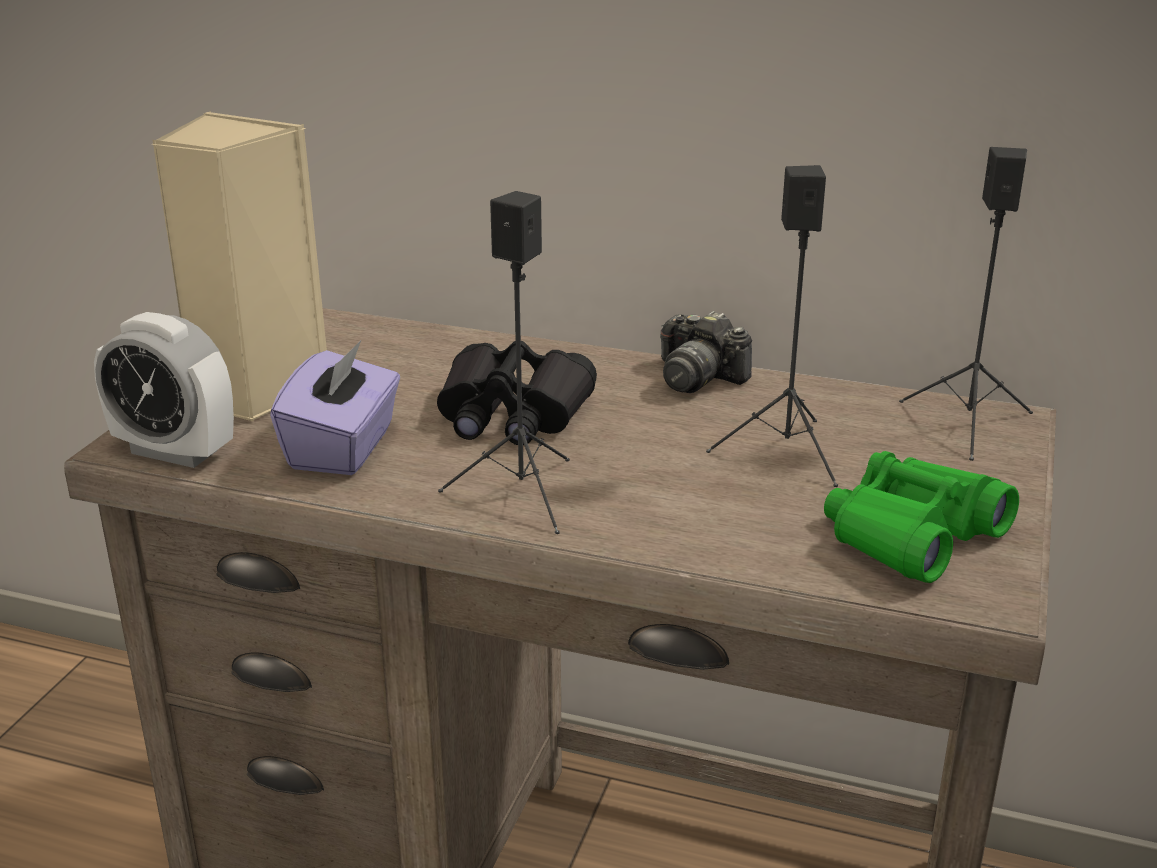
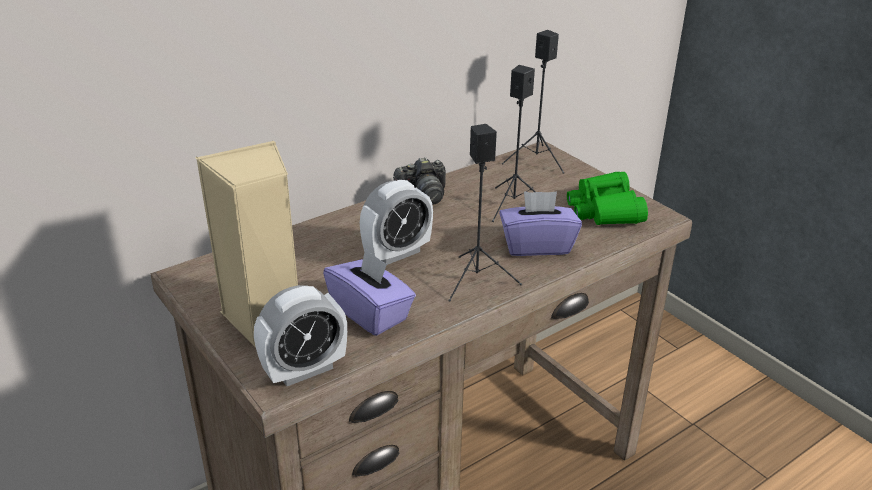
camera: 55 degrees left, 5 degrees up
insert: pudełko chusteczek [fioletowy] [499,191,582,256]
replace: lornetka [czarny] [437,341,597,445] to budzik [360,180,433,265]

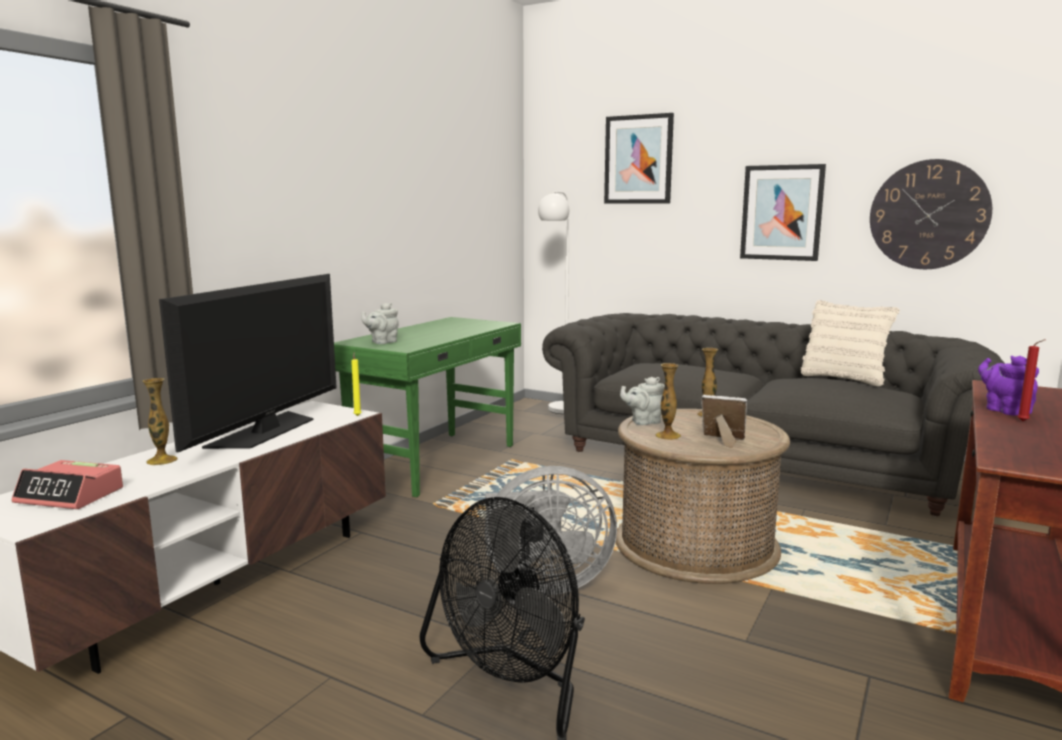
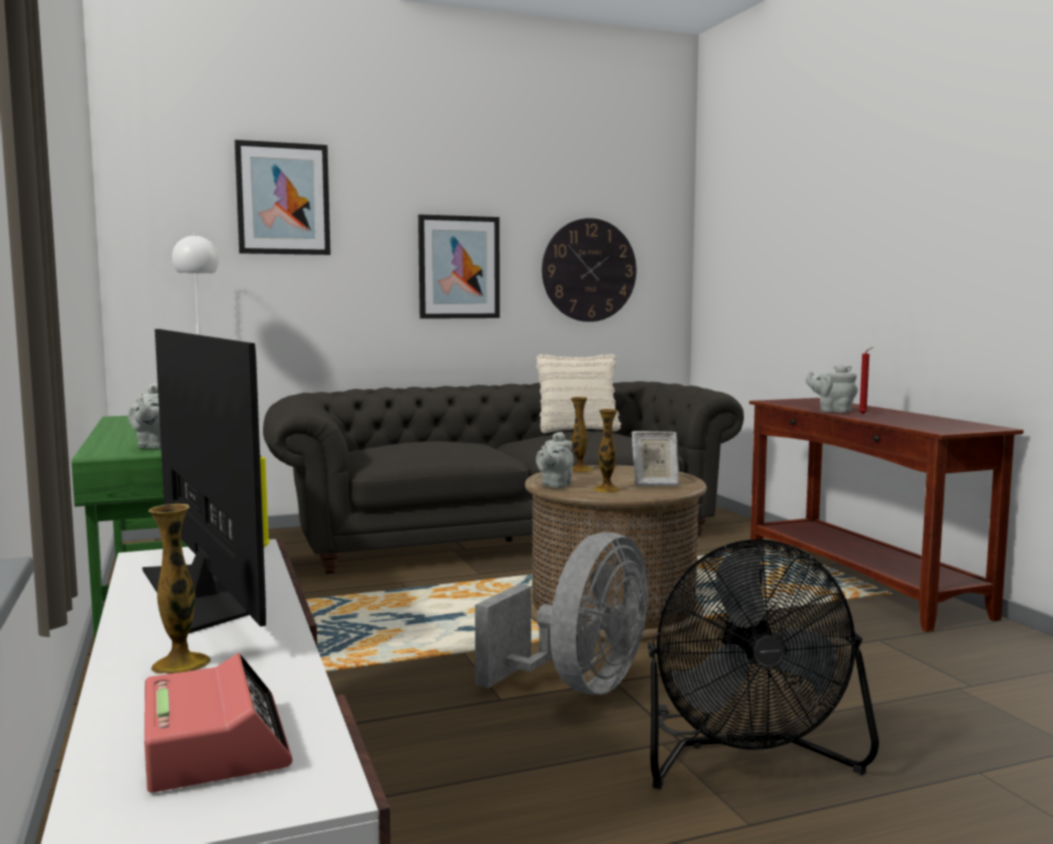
camera: 50 degrees left, 5 degrees down
recolor: imbryk [fioletowy] [978,356,1039,415] to imbryk [szary] [806,365,858,413]
rotate: ramka na zdjęcie [701,395,747,448] = [632,431,679,486] 150 degrees counterclockwise; budzik [12,460,123,509] = [144,653,293,793] 75 degrees counterclockwise

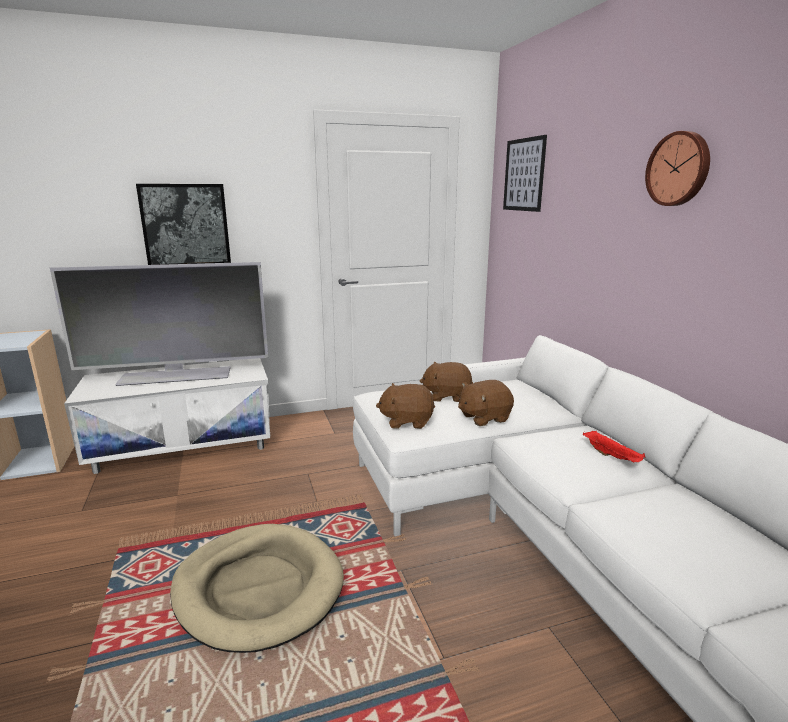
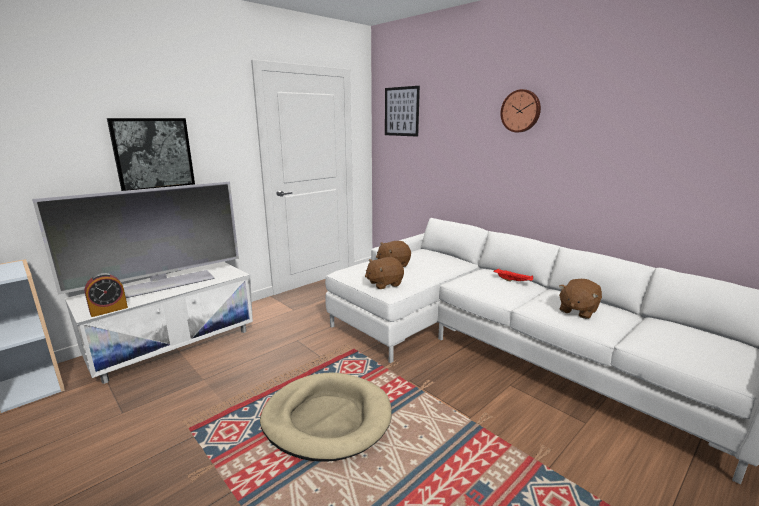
camera: 25 degrees left, 0 degrees up
insert: budzik [84,273,128,317]
move: pluszak [brązowy] [458,380,514,426] to [559,279,602,319]

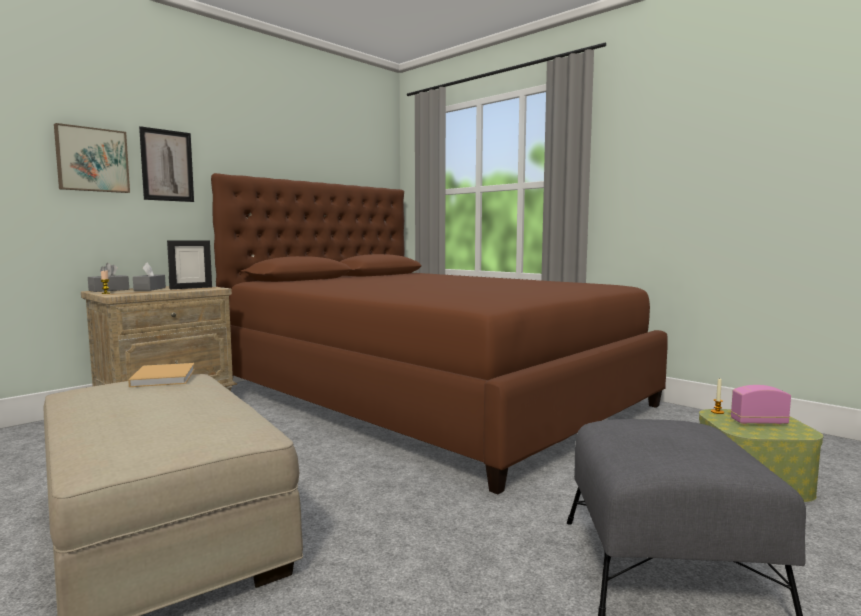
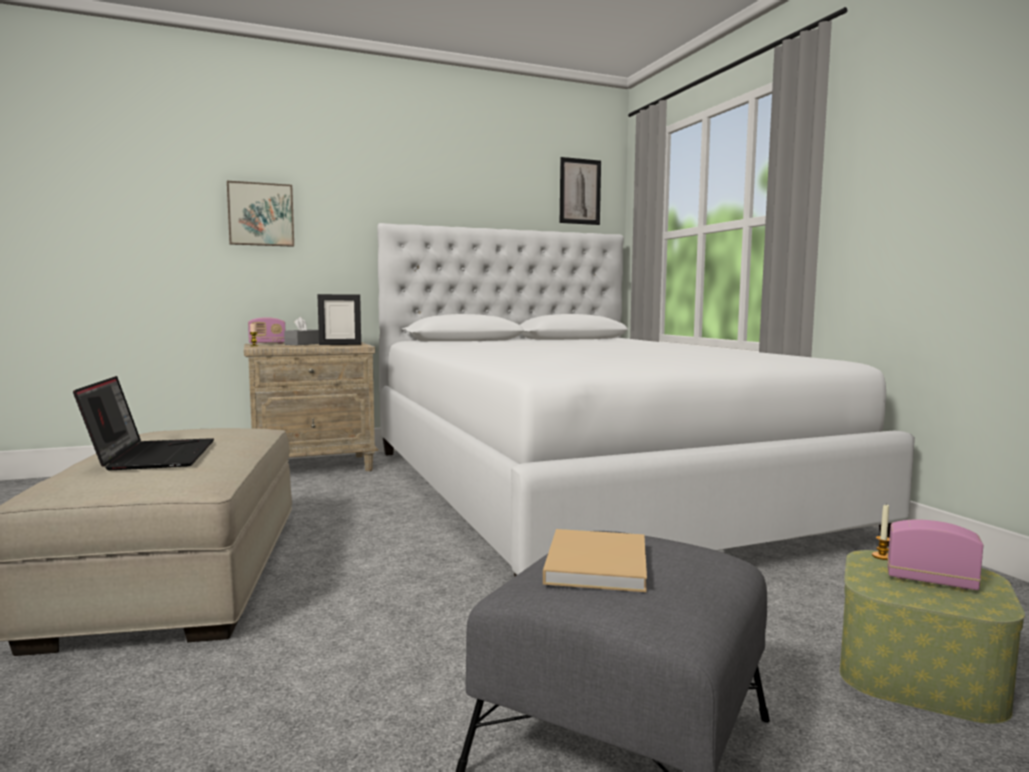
camera: 25 degrees right, 0 degrees up
insert: laptop [73,376,214,470]
move: obraz [139,126,194,202] to [560,157,601,225]; książka [beżowy] [128,363,195,387] to [543,529,647,592]
replace: pudełko chusteczek [szary] [88,263,129,292] to radio [248,317,285,344]
recolor: łóżko [brązowy] [211,173,668,495] to łóżko [biały] [377,223,915,577]

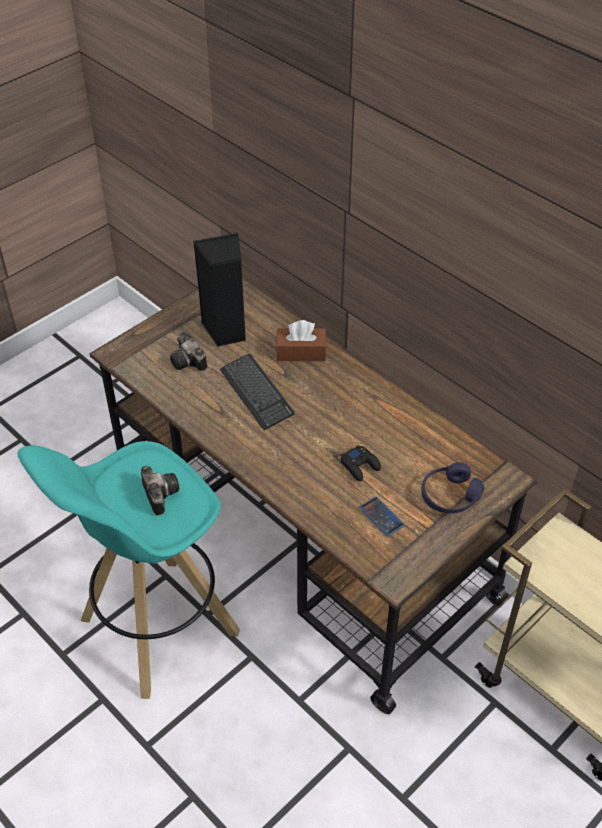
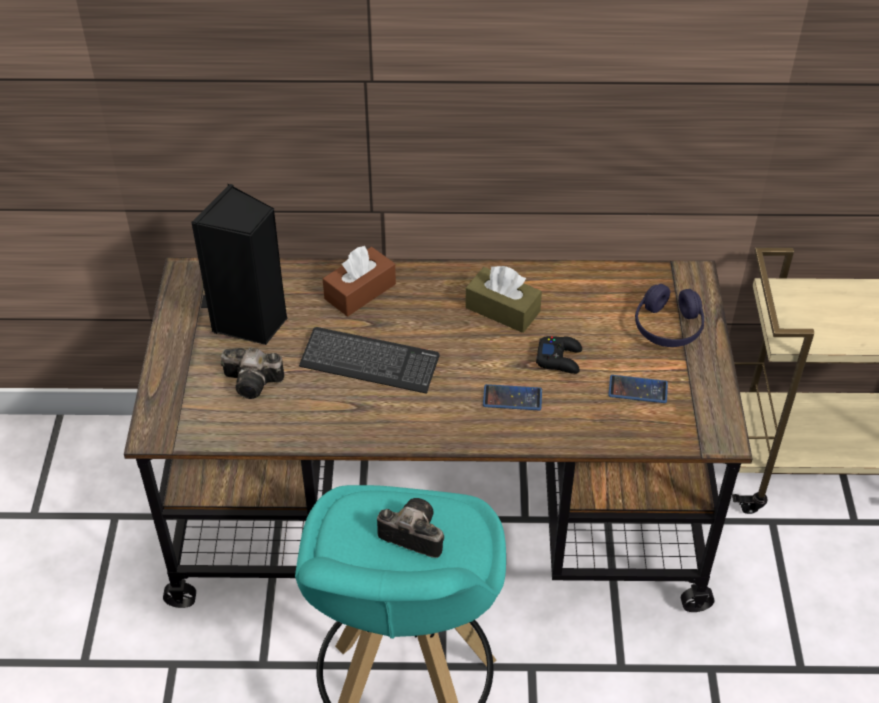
camera: 45 degrees left, 0 degrees up
insert: pudełko chusteczek [brązowy] [465,266,542,333]; telefon [483,384,542,410]

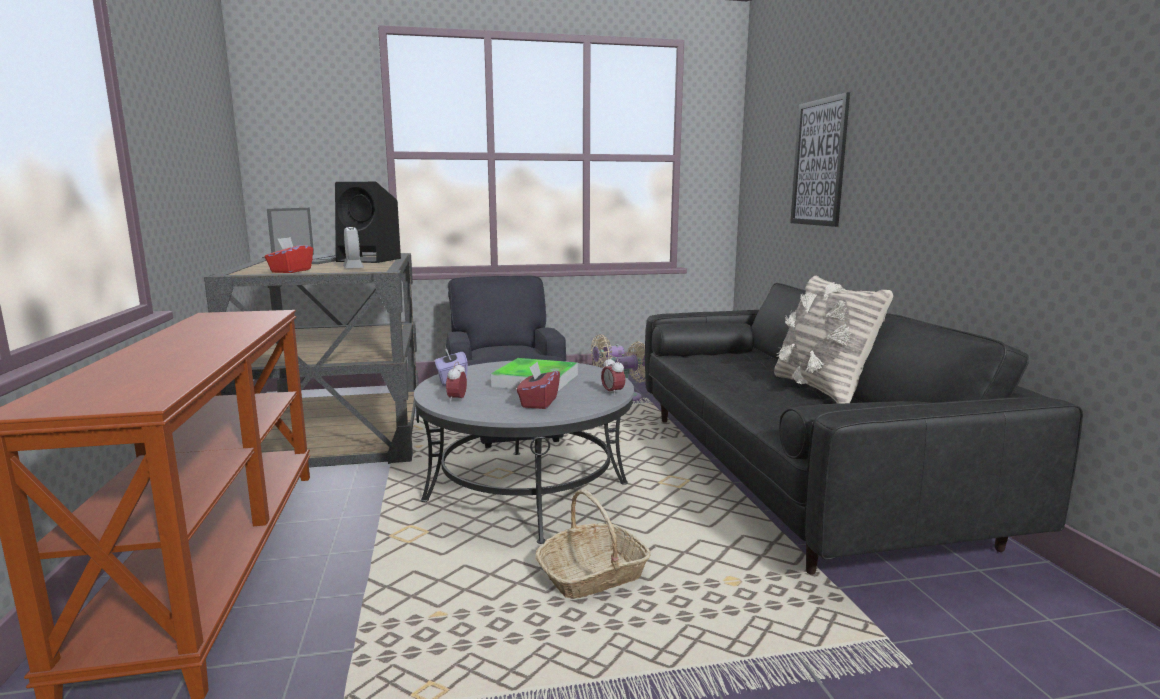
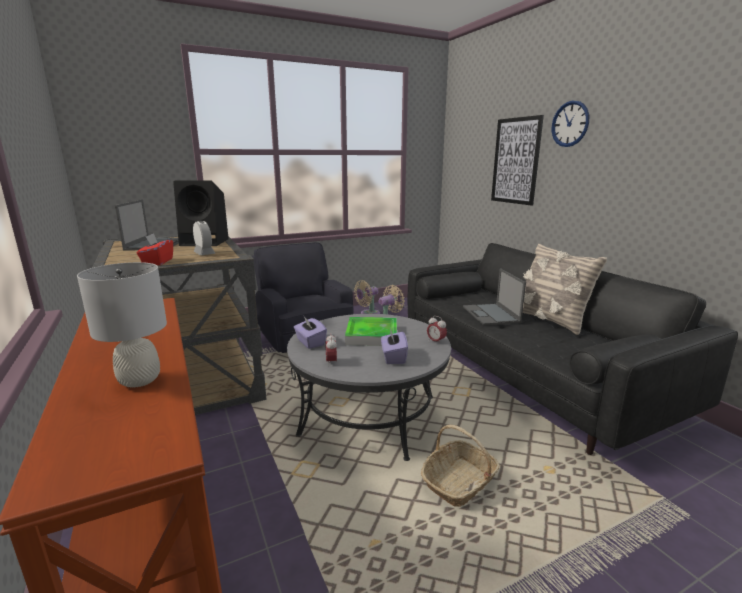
camera: 15 degrees left, 5 degrees up
insert: zegar ścienny [552,101,589,147]; lampa stołowa [szary] [77,262,167,388]; laptop [463,268,526,325]
recolor: pudełko chusteczek [czerwony] [517,362,560,409] to pudełko chusteczek [fioletowy] [381,328,408,364]

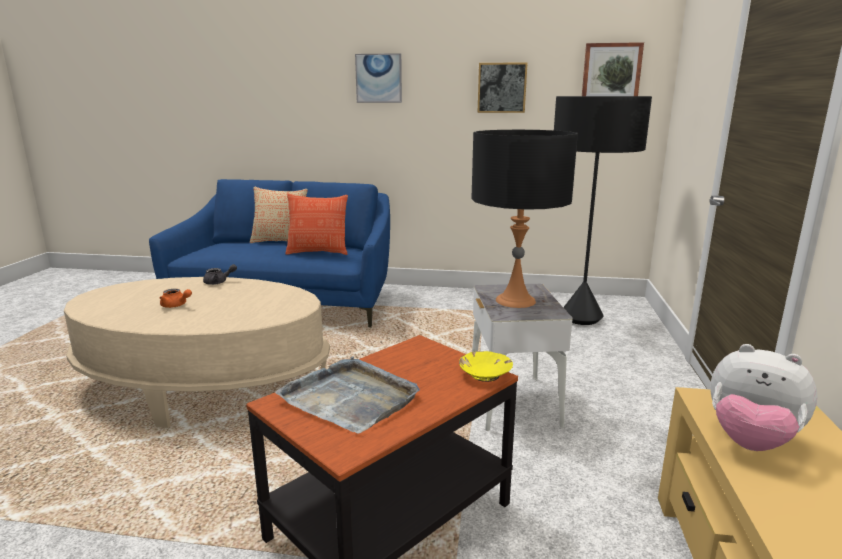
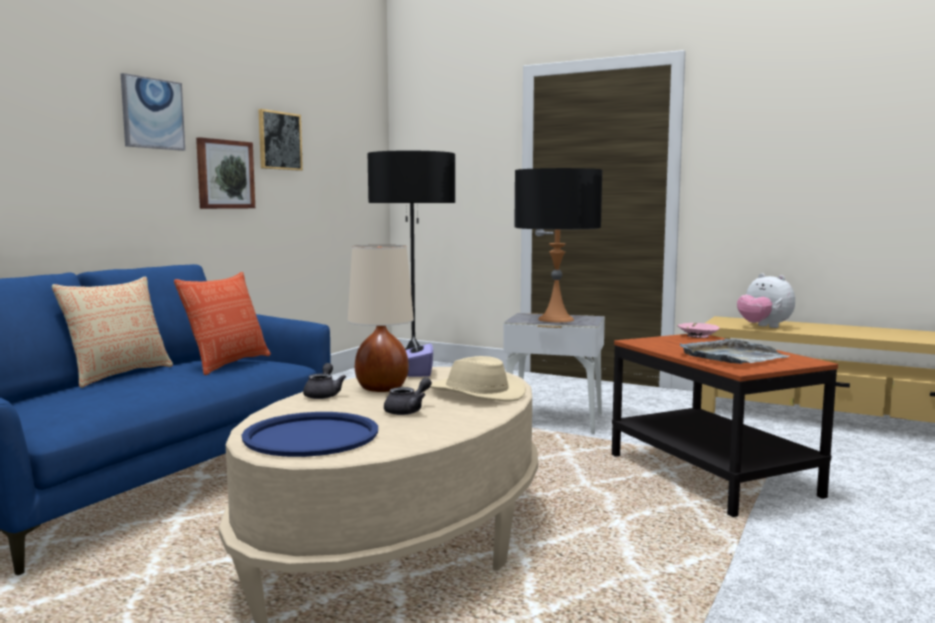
camera: 70 degrees left, 10 degrees down
insert: lampa stołowa [beżowy] [348,245,414,392]; pudełko chusteczek [fioletowy] [406,336,433,377]; kapelusz [beżowy] [430,356,526,401]; taca [niebieski] [242,412,378,457]
move: obraz [582,42,644,96] to [196,137,255,209]
recolor: imbryk [pomarańczowy] [160,289,192,308] to imbryk [szary] [384,377,432,415]; miska [żółty] [459,351,513,382] to miska [różowy] [678,323,720,338]
rotate: pluszak [710,344,818,451] = [737,273,795,328] 90 degrees clockwise

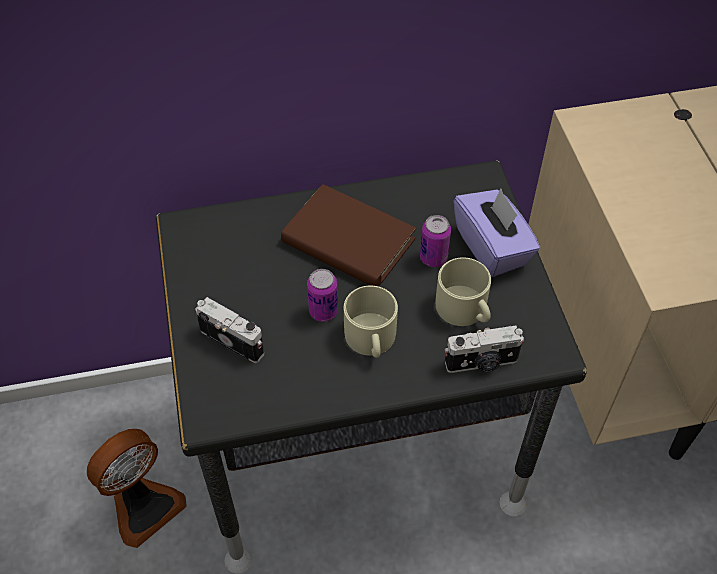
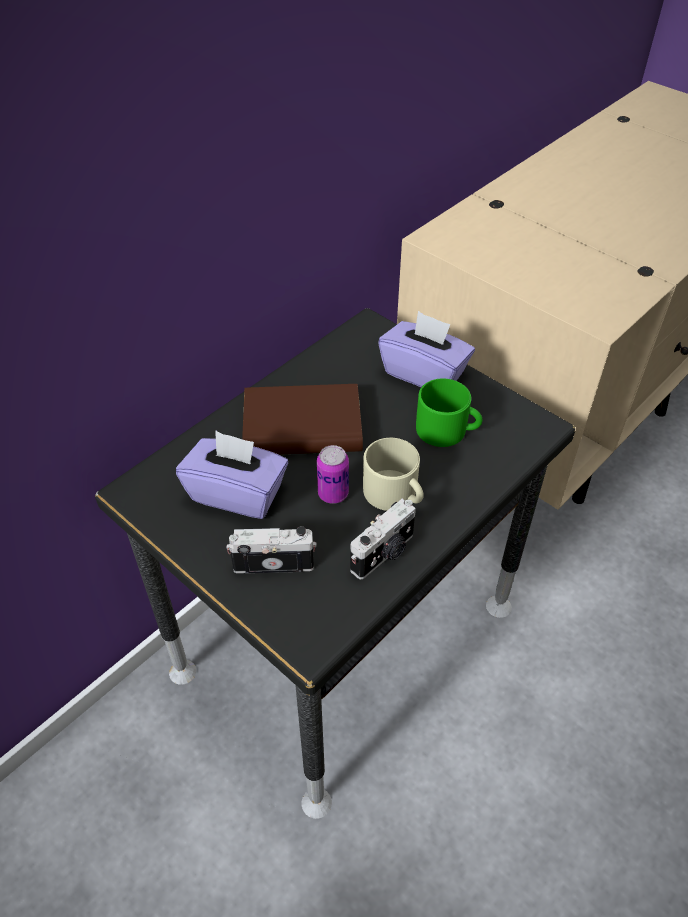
camera: 35 degrees left, 5 degrees down
delete: puszka [420,215,451,267]; wentylator [87,429,187,548]
insert: pudełko chusteczek [fioletowy] [176,430,288,519]
move: aparat fotograficzny [445,325,524,373] to [350,499,416,579]
recolor: kubek [beżowy] [436,257,491,326] to kubek [zielony] [416,379,483,447]

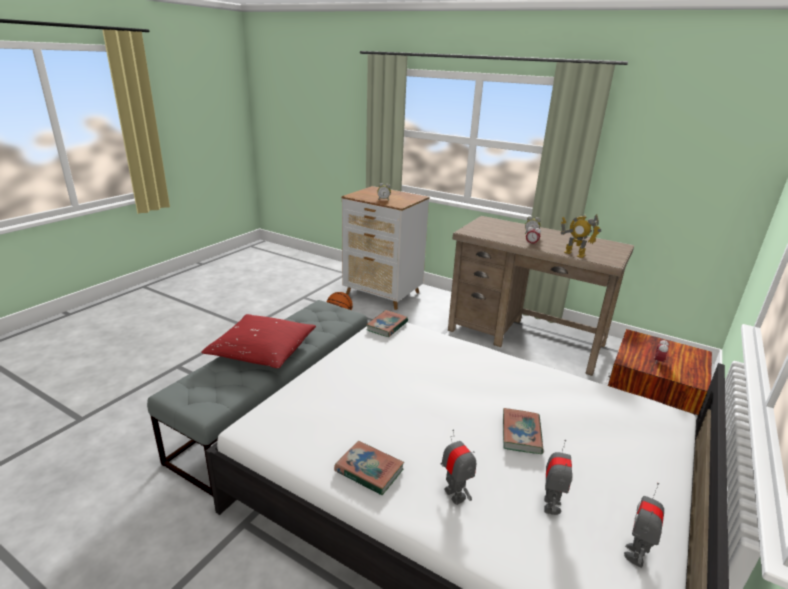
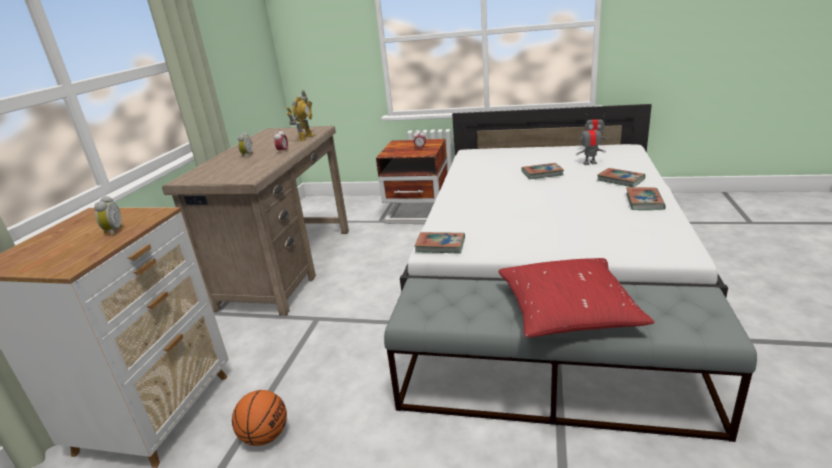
camera: 105 degrees left, 0 degrees up
replace: robot zabawkowy [441,430,476,505] to książka [598,168,645,187]

